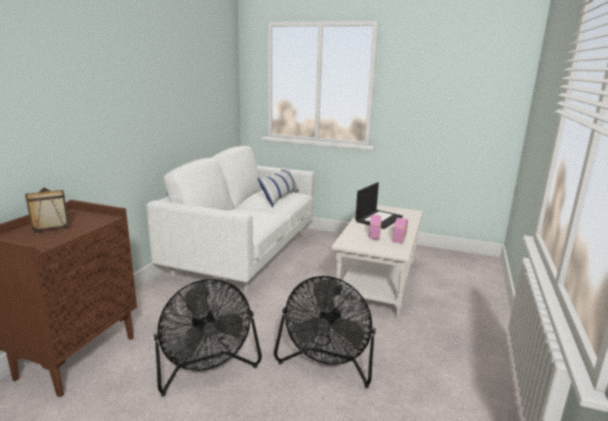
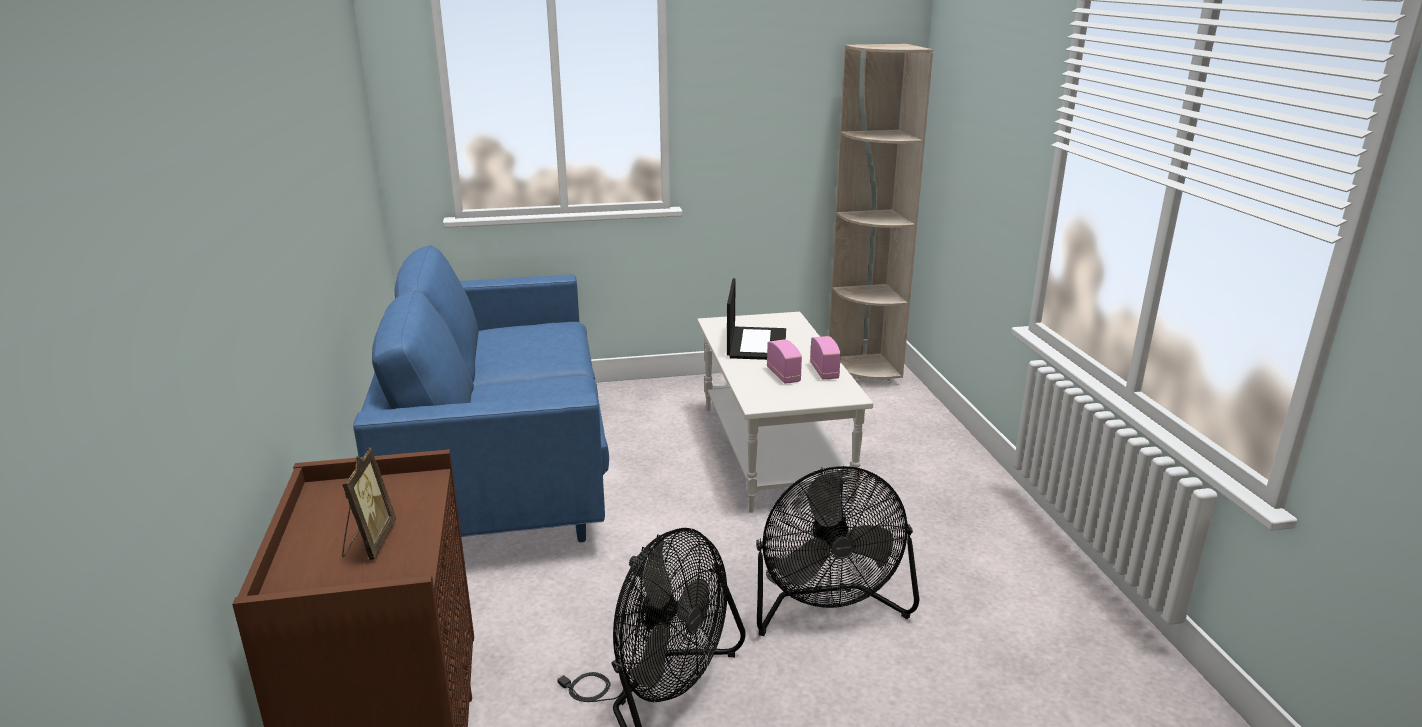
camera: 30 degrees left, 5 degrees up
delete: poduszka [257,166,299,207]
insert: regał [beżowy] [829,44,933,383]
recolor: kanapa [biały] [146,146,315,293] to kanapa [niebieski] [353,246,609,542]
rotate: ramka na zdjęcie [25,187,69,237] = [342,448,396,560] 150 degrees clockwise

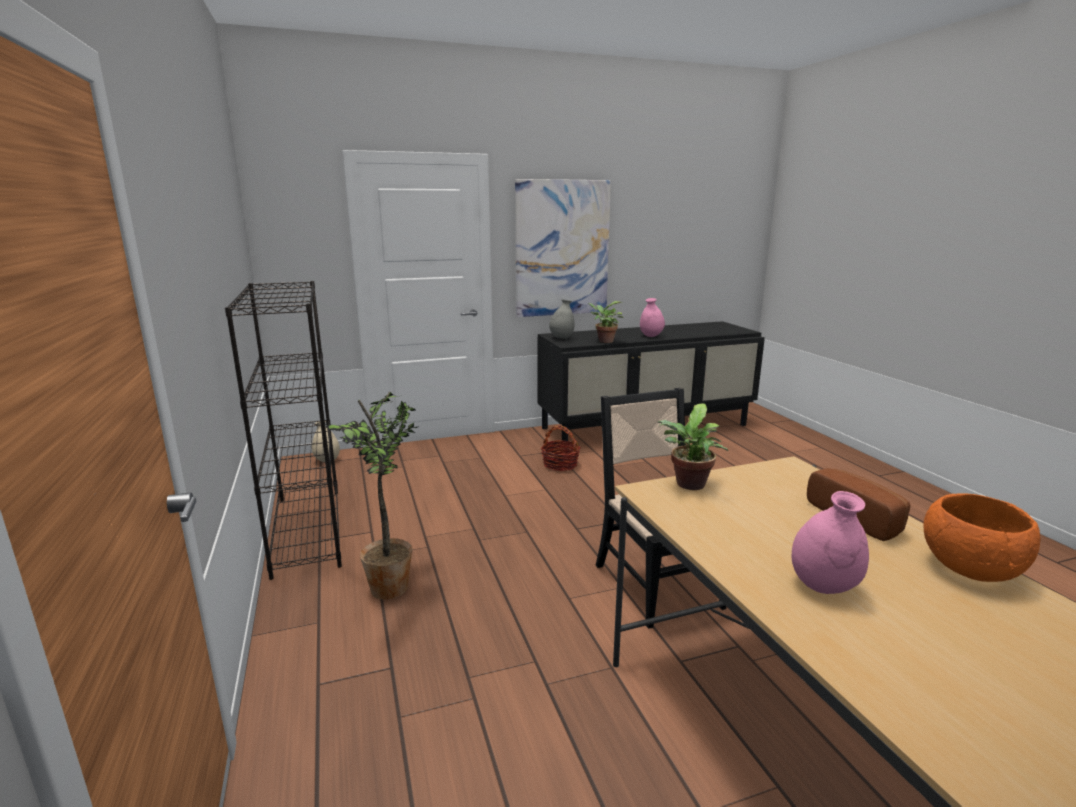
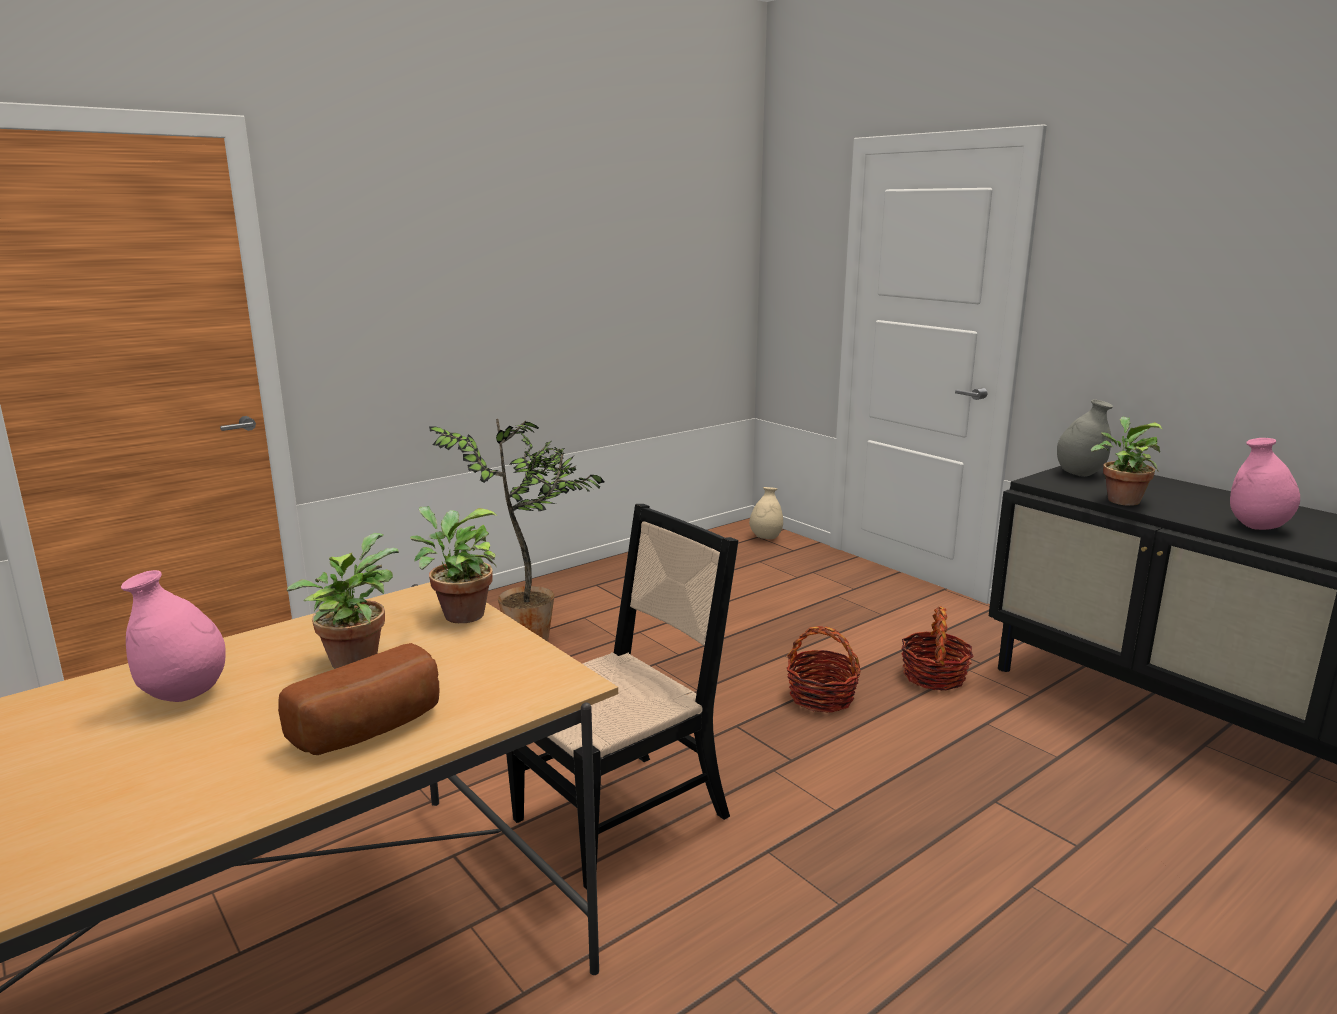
camera: 70 degrees right, 0 degrees up
delete: obraz [515,179,611,317]; regał [czarny] [225,281,342,580]; miska [pomarańczowy] [923,494,1041,582]
insert: roślina doniczkowa [287,533,399,669]; koszyk [787,626,860,713]

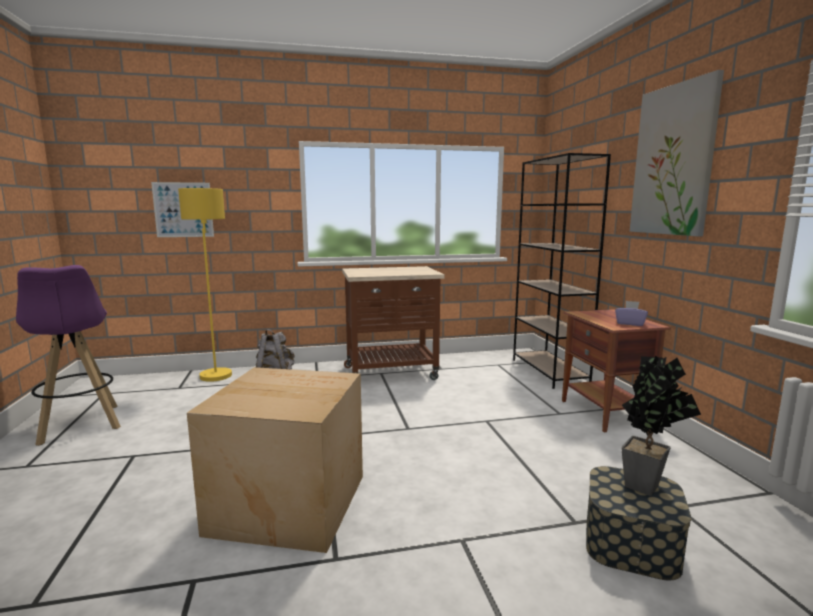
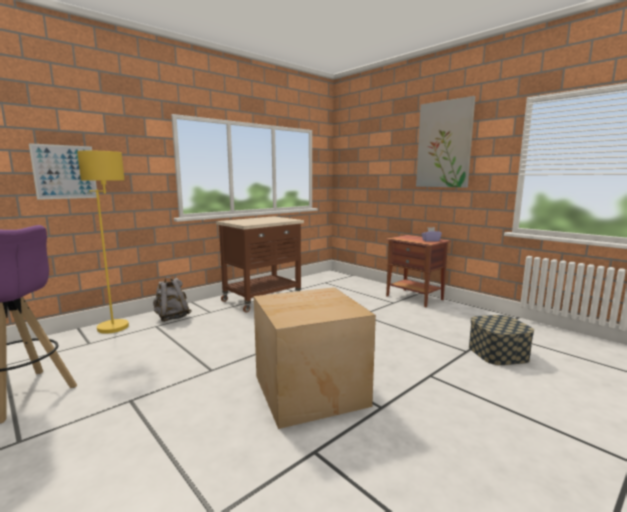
camera: 30 degrees left, 0 degrees up
delete: regał [beżowy] [513,153,611,389]; roślina doniczkowa [621,355,701,496]

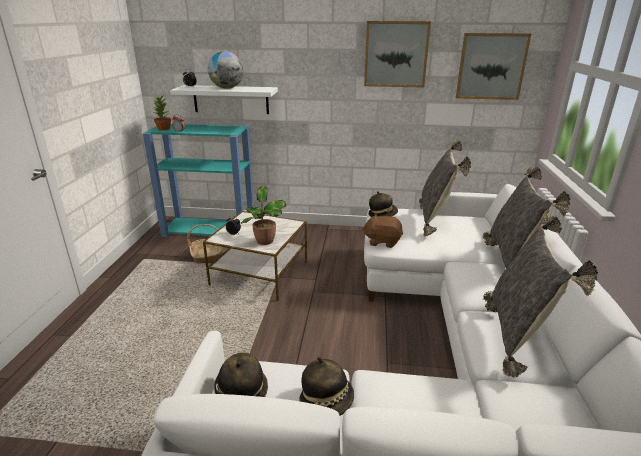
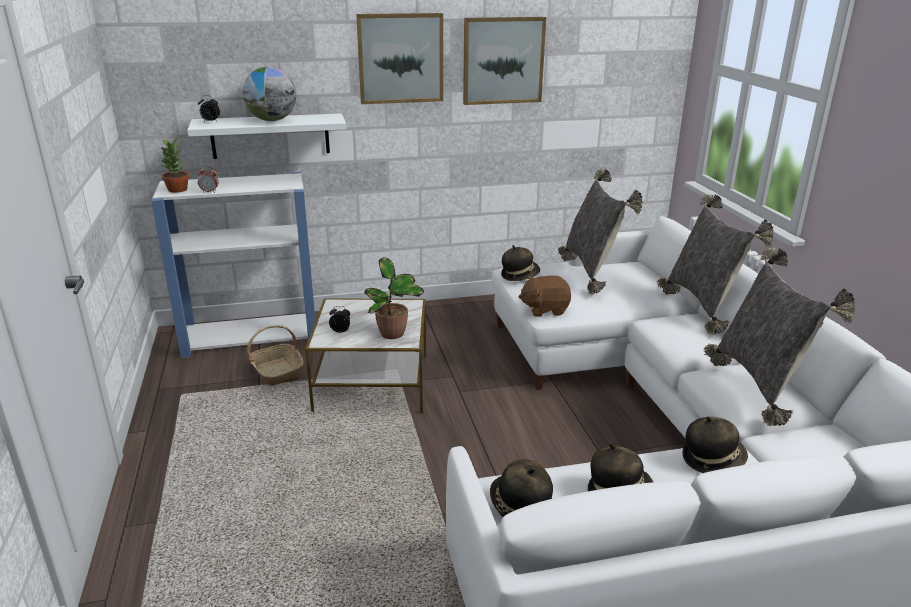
camera: 20 degrees left, 0 degrees up
insert: kapelusz [683,416,748,473]
move: obraz [456,33,531,100] to [356,13,443,104]
recolor: regał [turkusowy] [143,124,254,237] to regał [biały] [152,172,315,358]

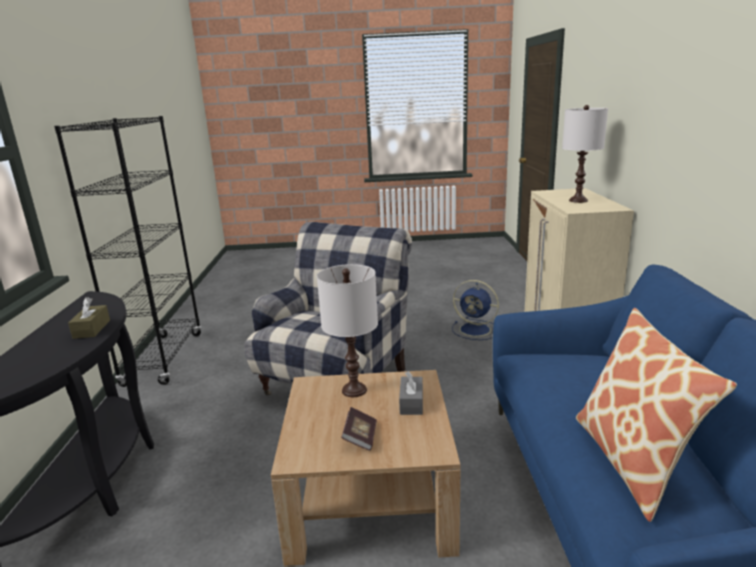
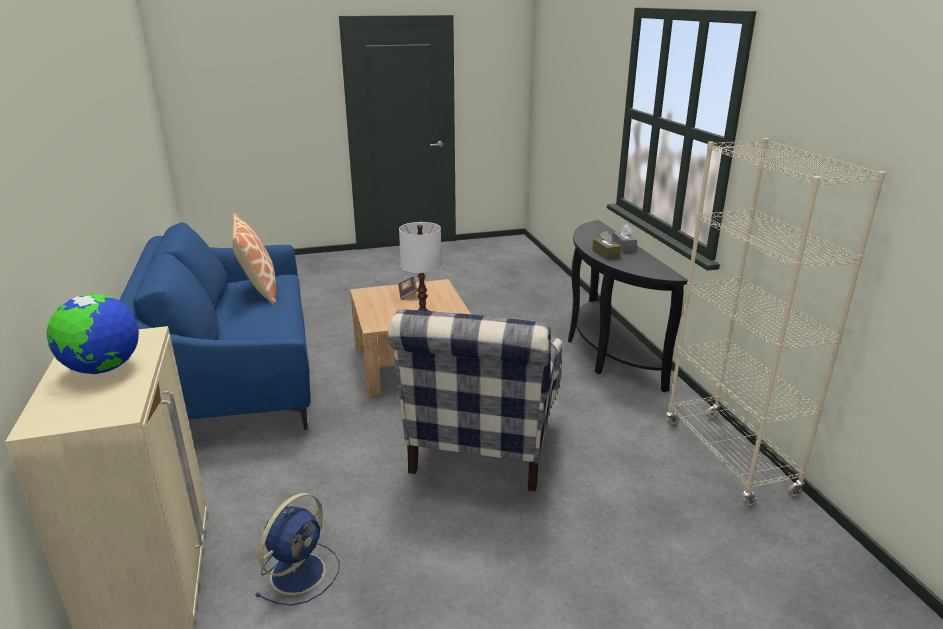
camera: 165 degrees right, 5 degrees up
move: pudełko chusteczek [szary] [399,371,423,415] to [612,224,637,252]
replace: lampa stołowa [biały] [562,105,608,203] to globus [46,294,139,374]
recolor: regał [czarny] [54,116,202,387] to regał [beżowy] [666,138,886,506]
rotate: wentylator [niebieski] [452,280,499,340] = [255,493,340,606] 105 degrees clockwise

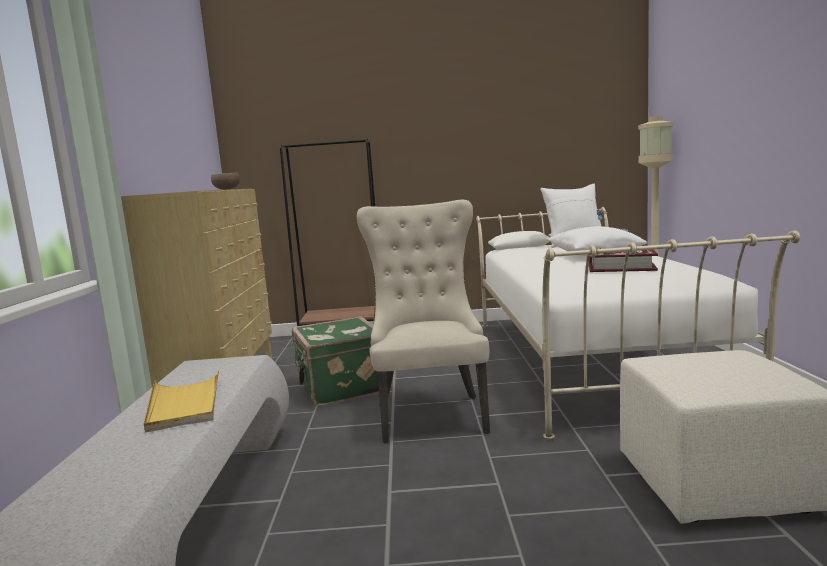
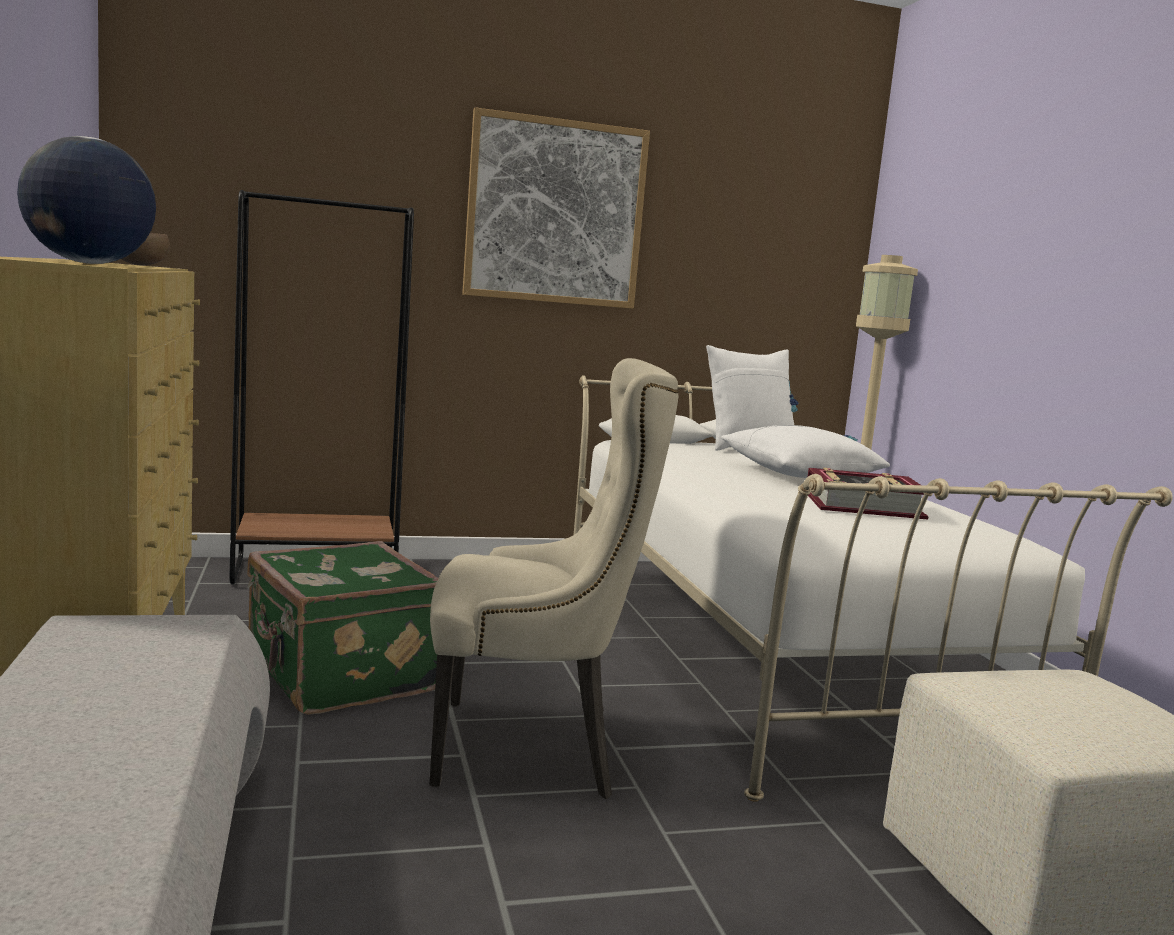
camera: 15 degrees left, 0 degrees up
delete: taca [żółty] [144,370,219,432]
insert: obraz [462,107,650,309]; globus [17,136,156,264]
rotate: krzesło [beżowy] [357,200,490,443] = [429,358,679,799] 105 degrees clockwise

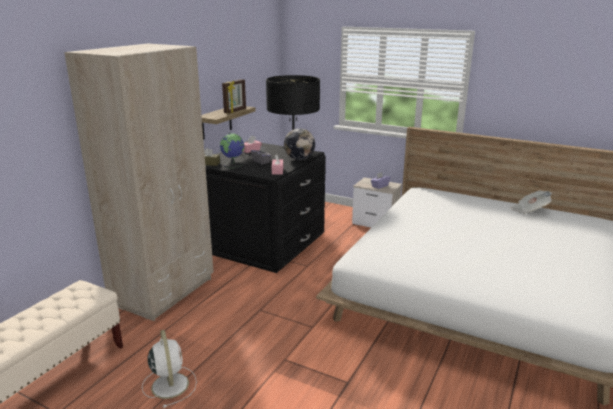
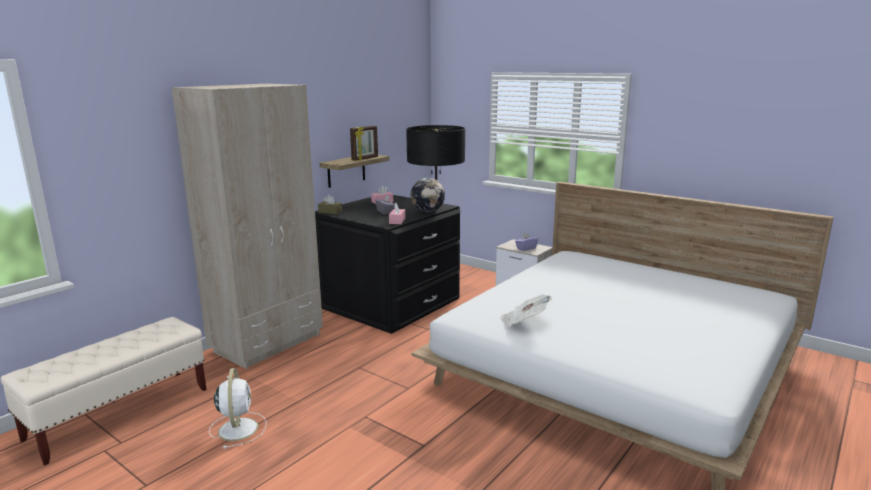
camera: 10 degrees right, 5 degrees down
delete: globus [220,133,245,168]
move: gazeta [510,191,552,214] to [500,294,552,326]

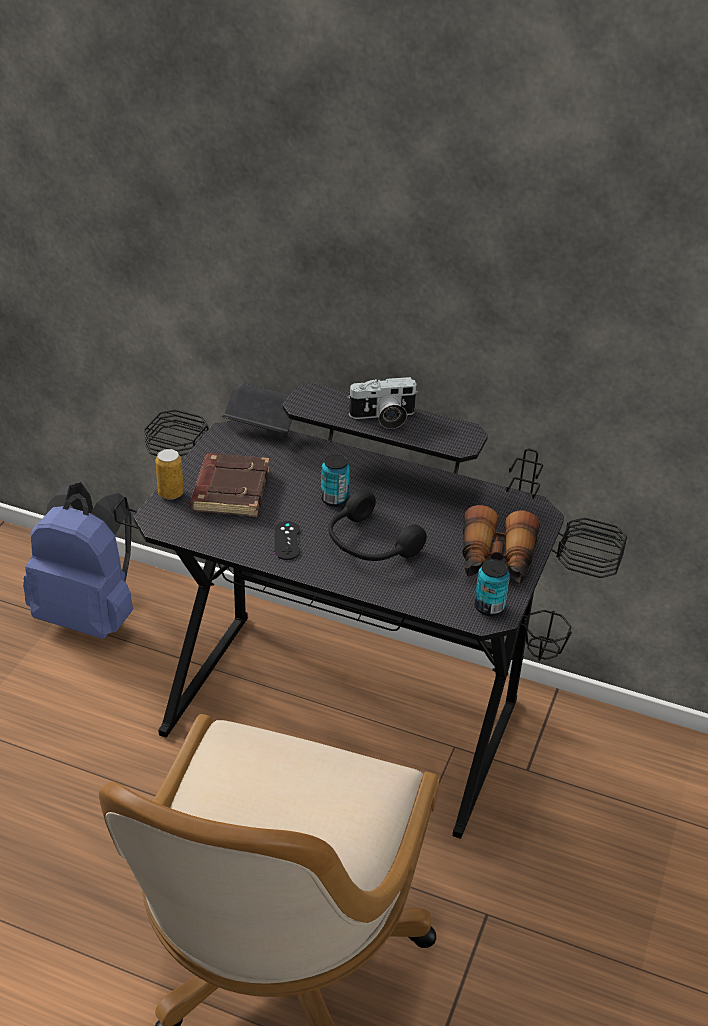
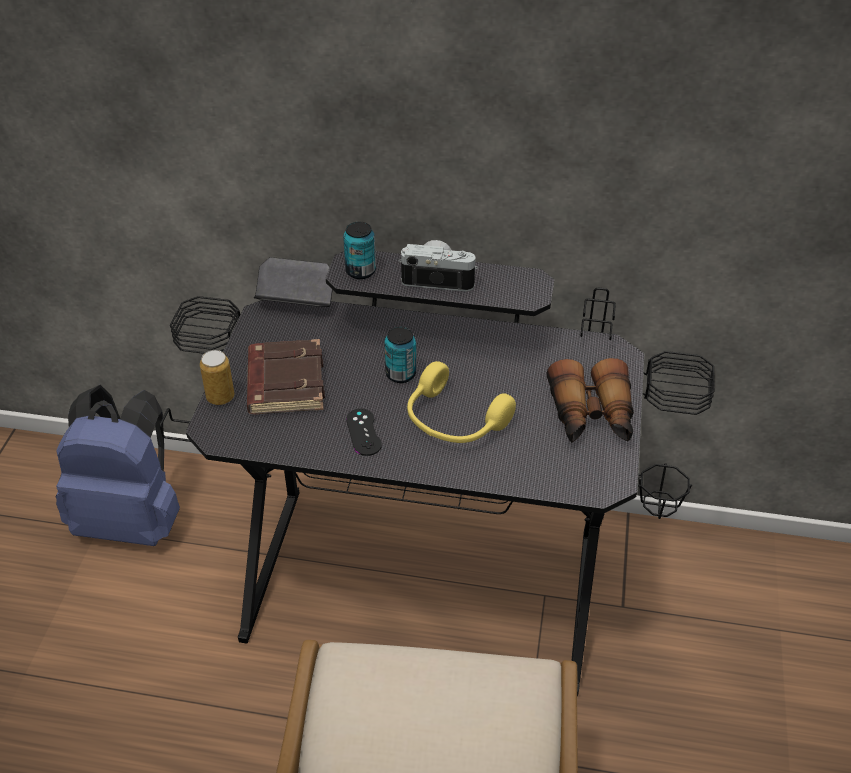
camera: 10 degrees left, 5 degrees up
move: puszka [474,559,510,616] to [343,222,376,279]
recolor: słuchawki [czarny] [328,490,427,561] to słuchawki [żółty] [407,361,516,443]
rotate: aparat fotograficzny [347,377,418,429] = [398,240,478,292] 150 degrees counterclockwise

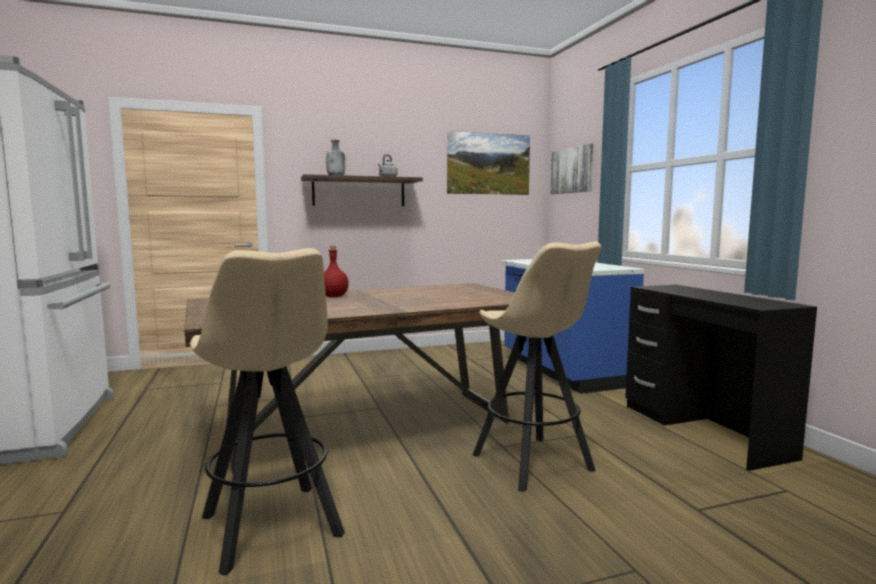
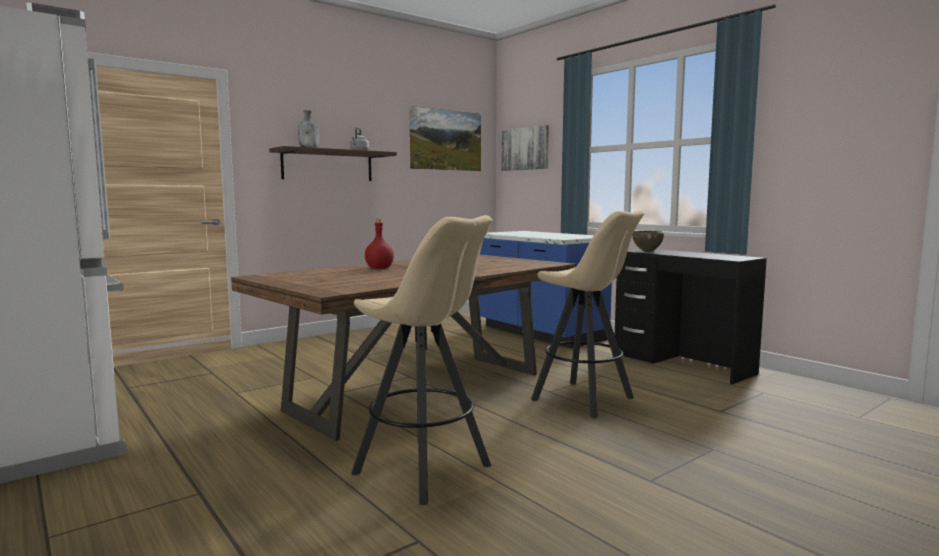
camera: 20 degrees left, 0 degrees up
insert: miska [brązowy] [633,231,664,252]

